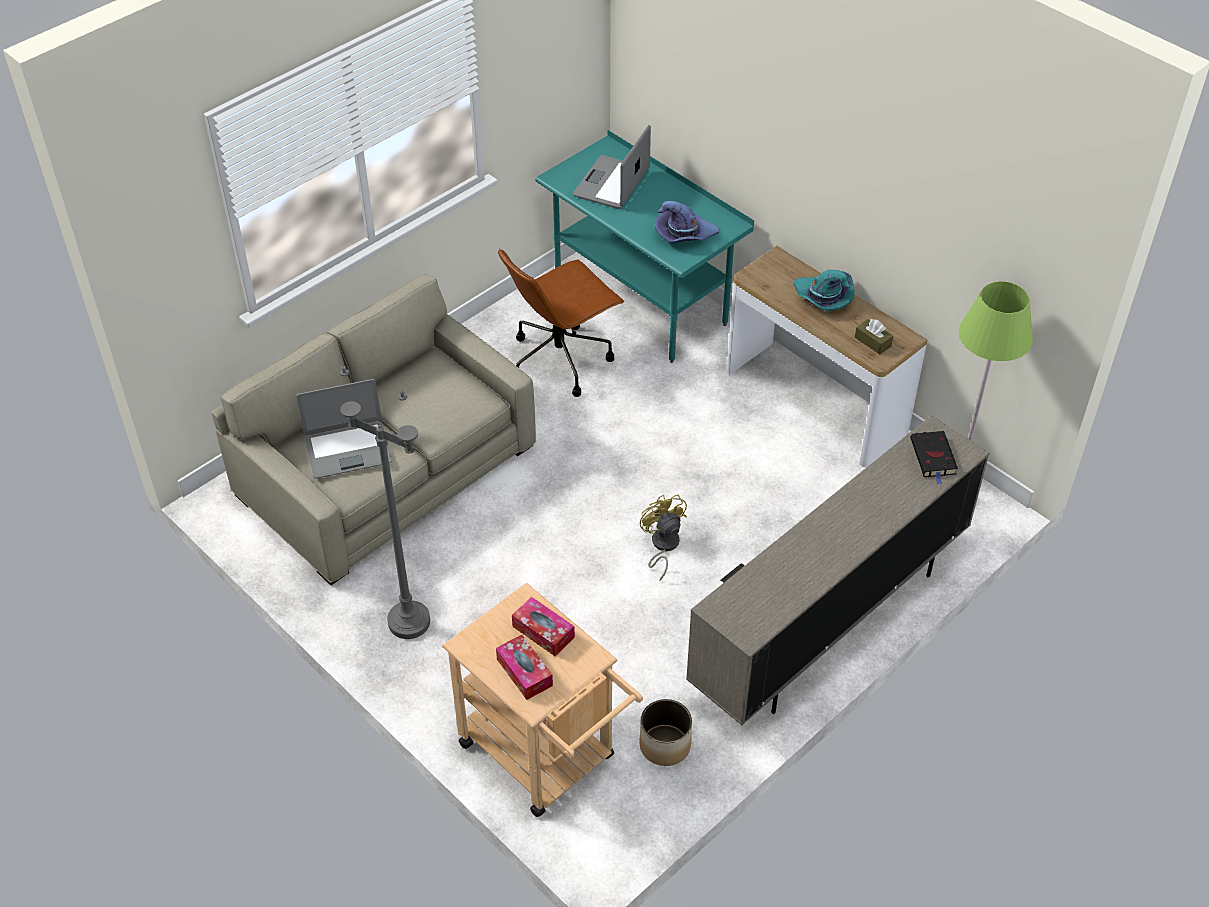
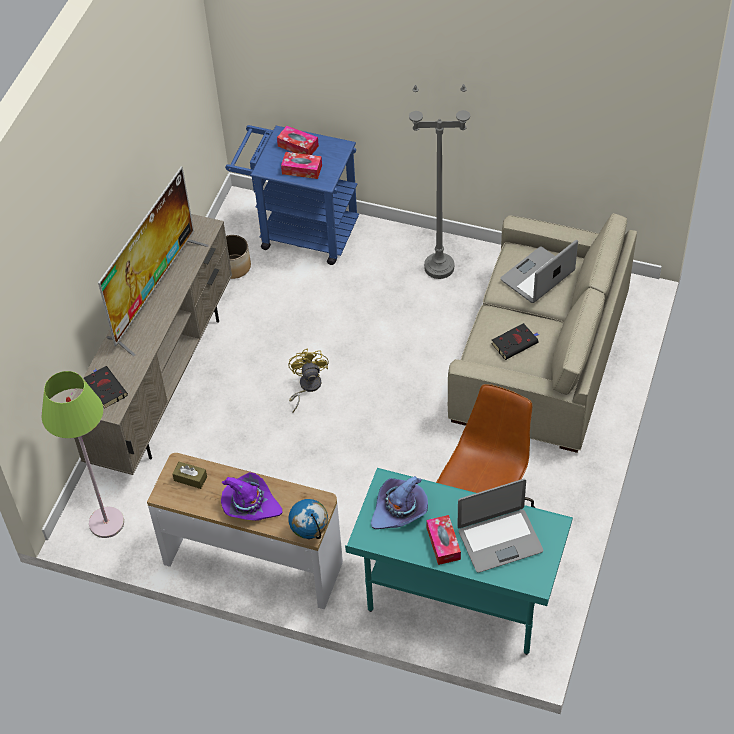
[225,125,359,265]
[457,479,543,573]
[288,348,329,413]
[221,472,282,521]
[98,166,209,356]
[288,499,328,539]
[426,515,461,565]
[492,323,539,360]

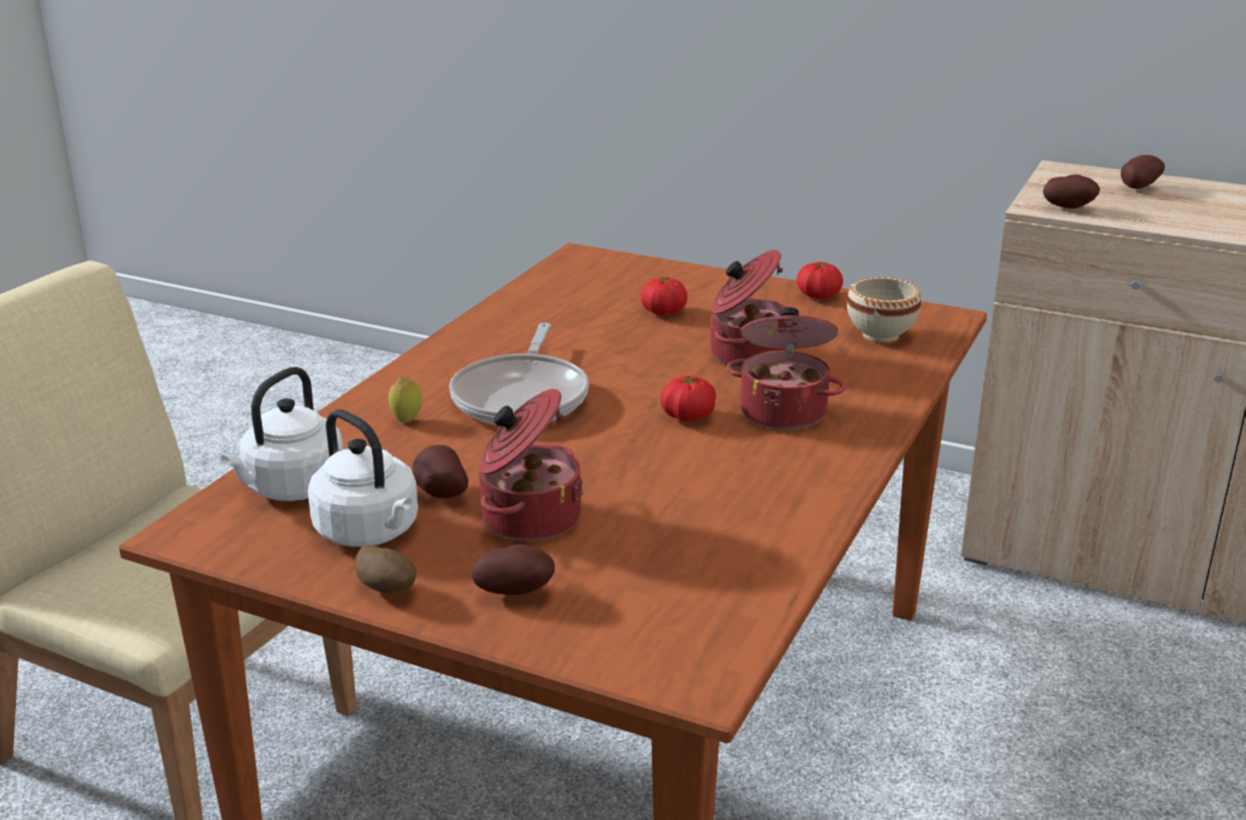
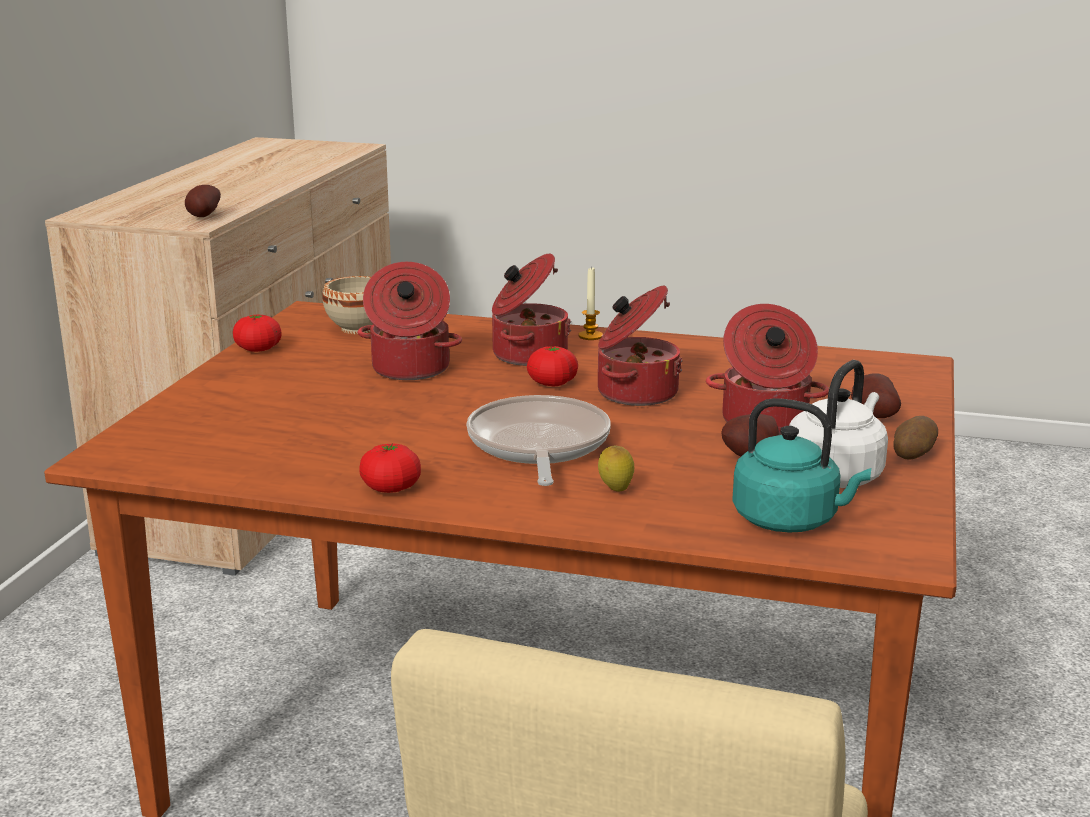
[732,398,871,533]
[467,395,611,486]
[359,443,421,493]
[1121,155,1165,189] (first image)
[578,266,603,340]
[598,286,683,406]

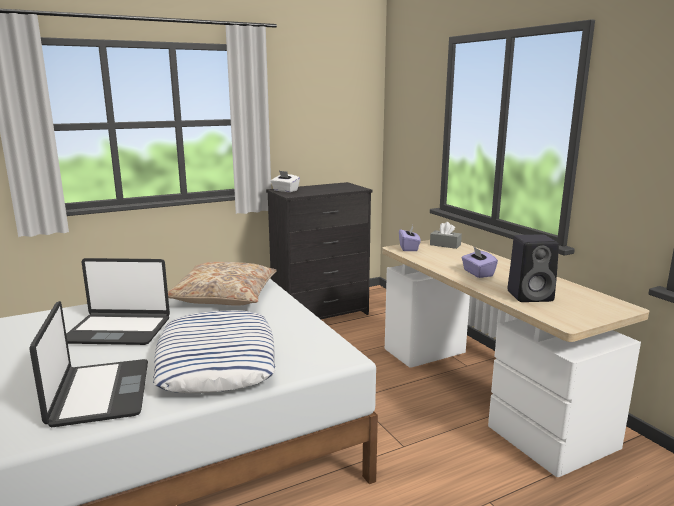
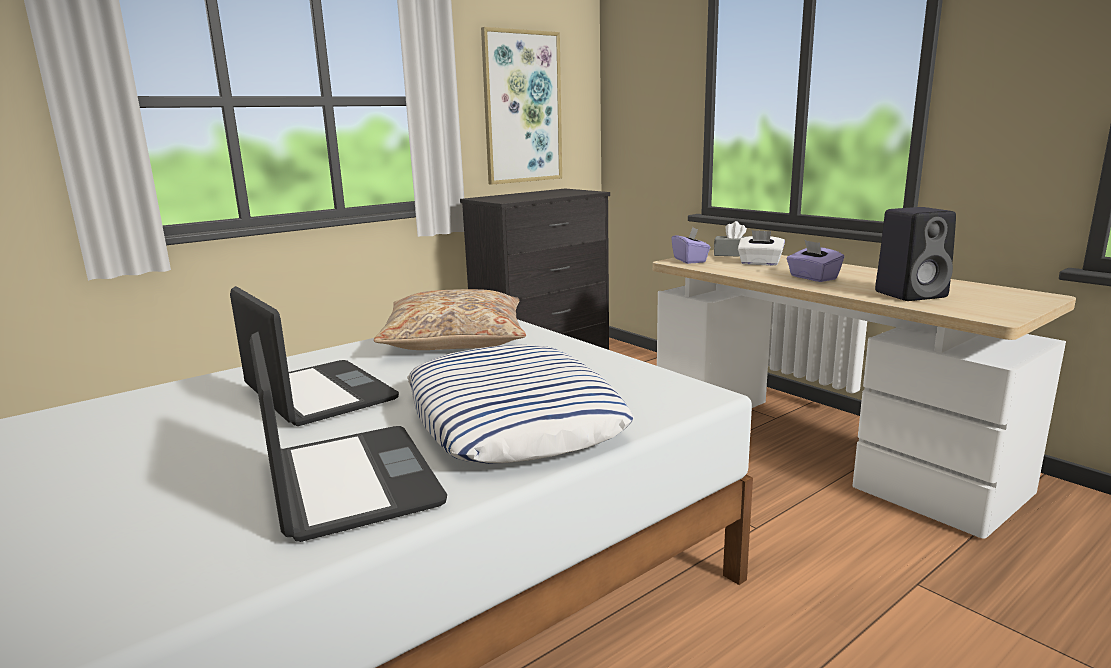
[230,286,399,426]
[738,230,785,266]
[481,27,562,185]

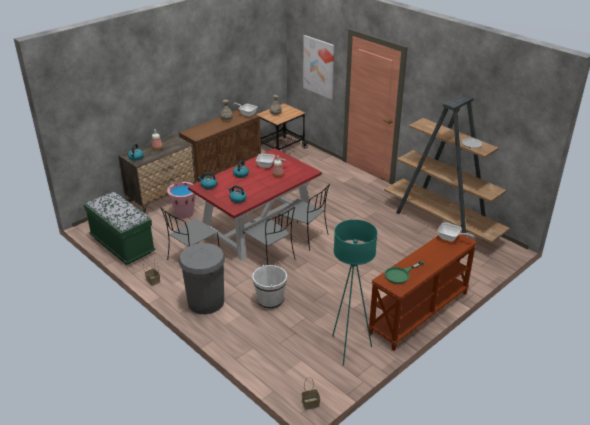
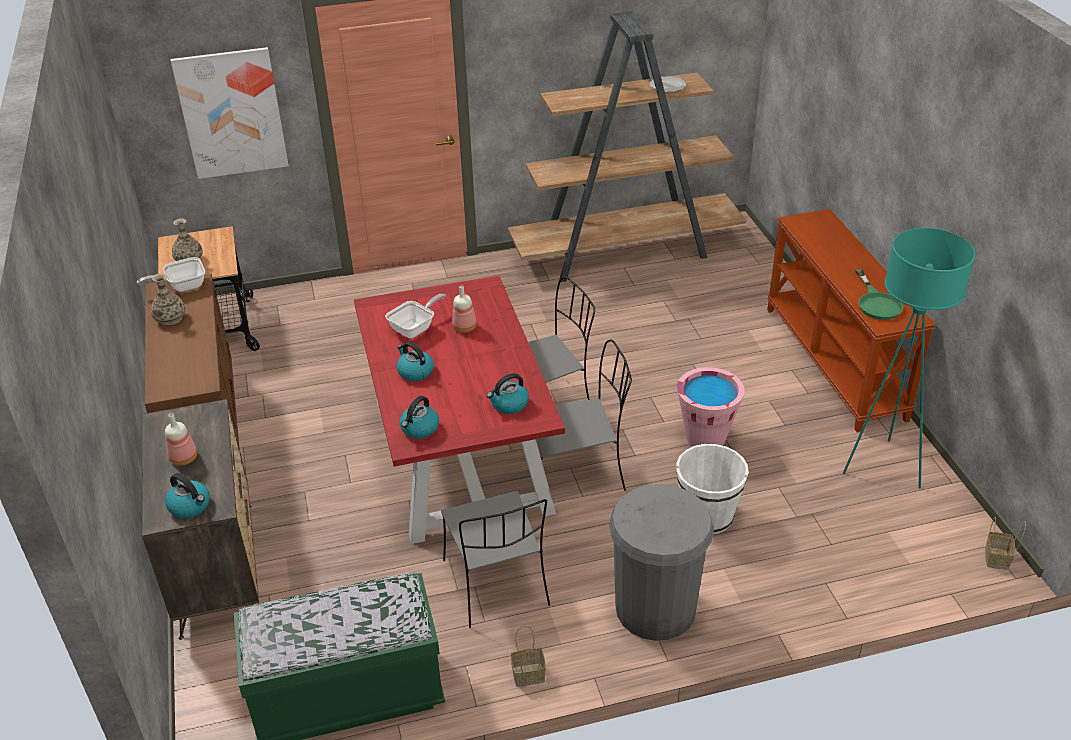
[677,367,745,447]
[437,222,474,242] (first image)

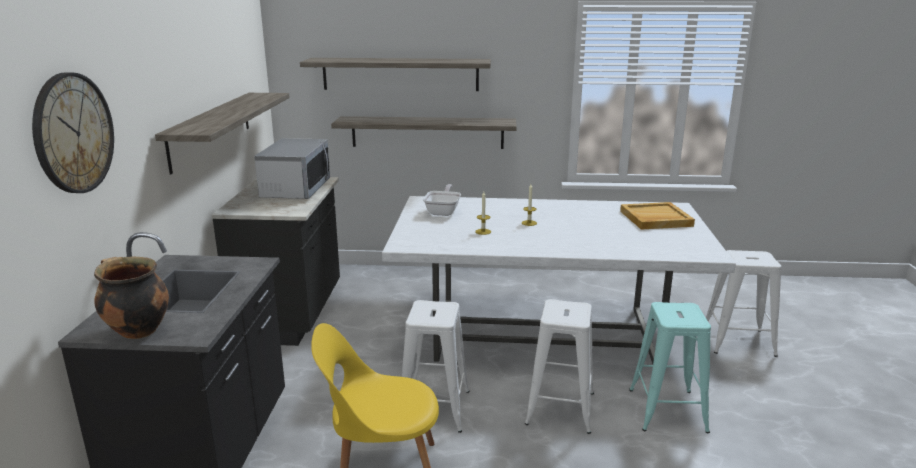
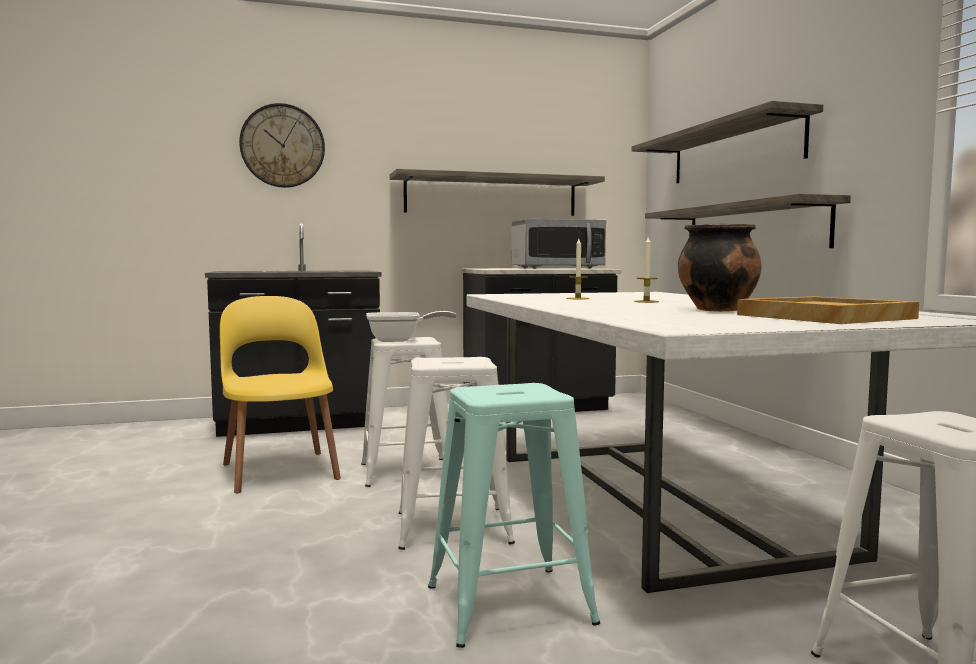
[678,223,762,312]
[366,311,457,342]

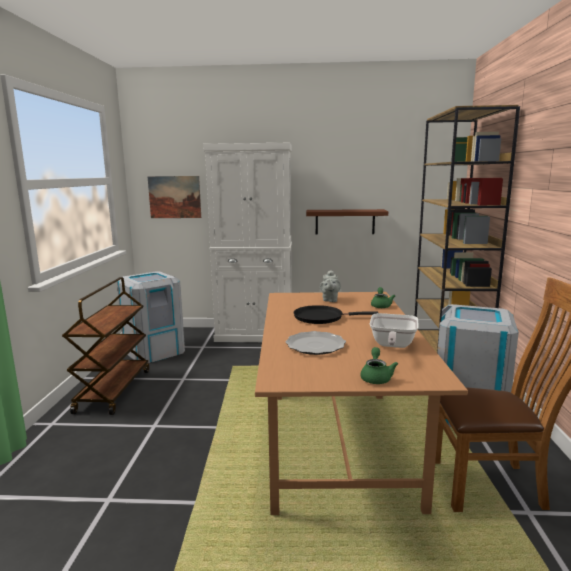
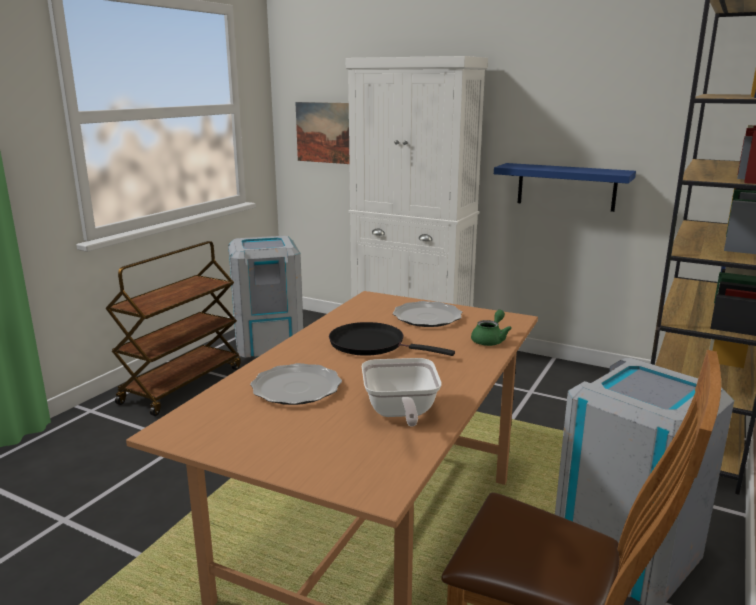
[494,163,636,212]
[393,301,462,327]
[360,347,398,384] (first image)
[362,358,442,427]

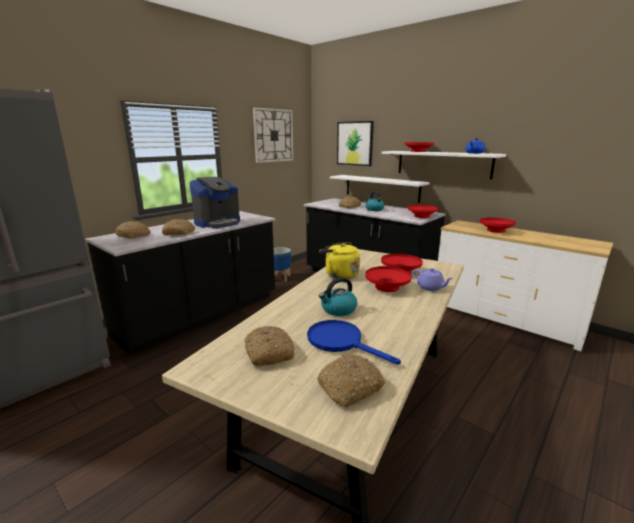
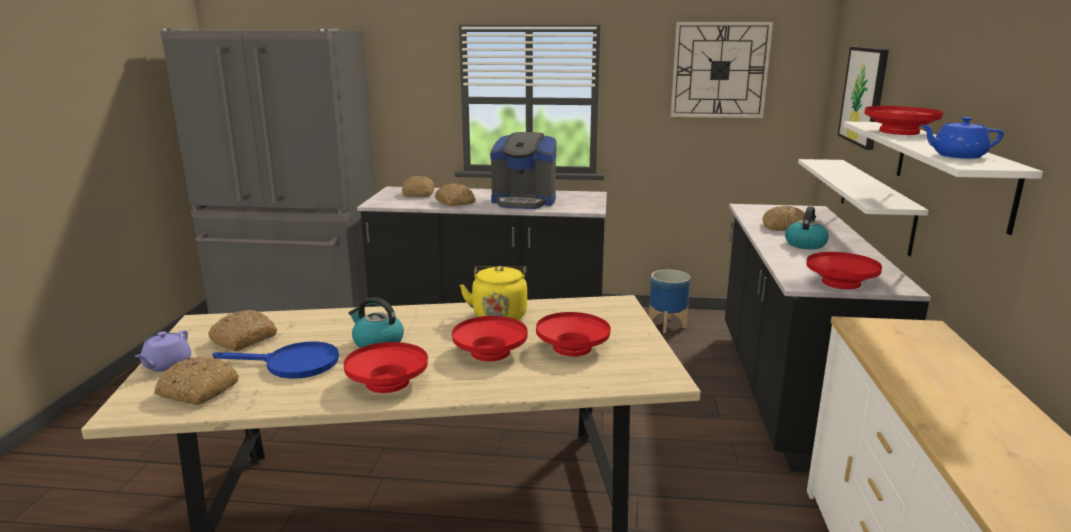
[212,341,339,379]
[135,330,191,372]
[344,342,428,393]

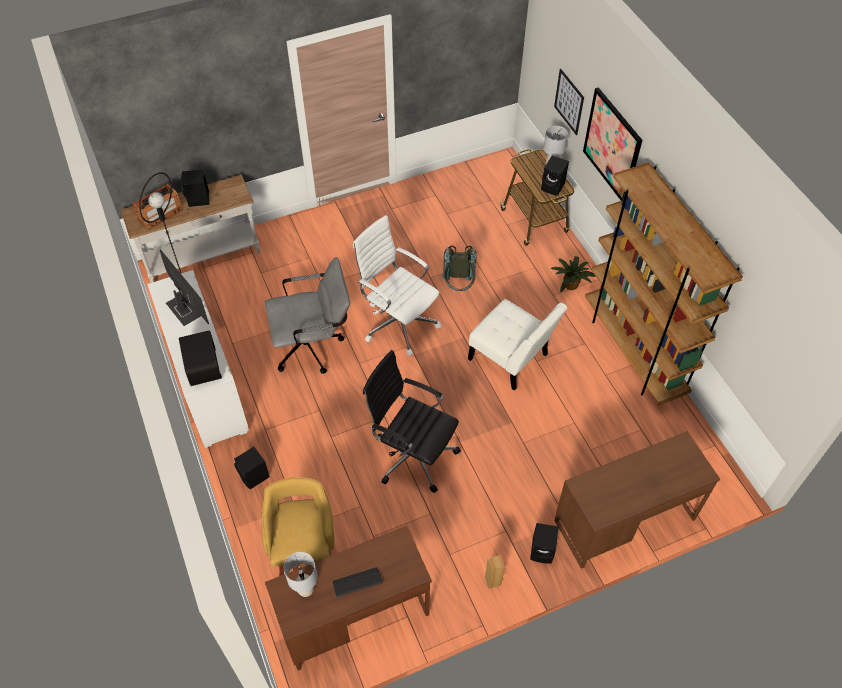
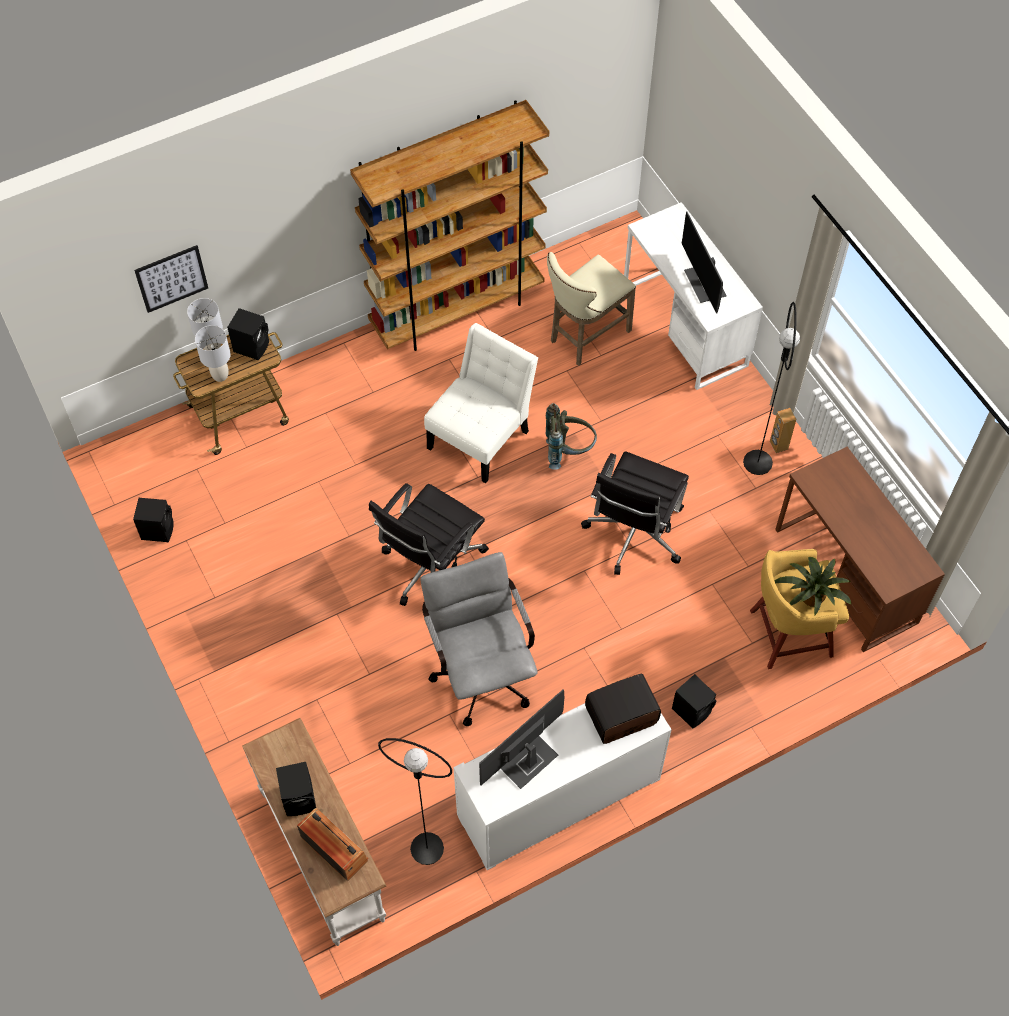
[195,325,231,382]
[333,567,383,597] (first image)
[369,483,489,606]
[546,403,597,470]
[133,498,174,542]
[774,557,852,616]
[624,202,763,390]
[583,87,642,201] (first image)
[547,252,636,366]
[681,211,727,314]
[743,302,800,475]

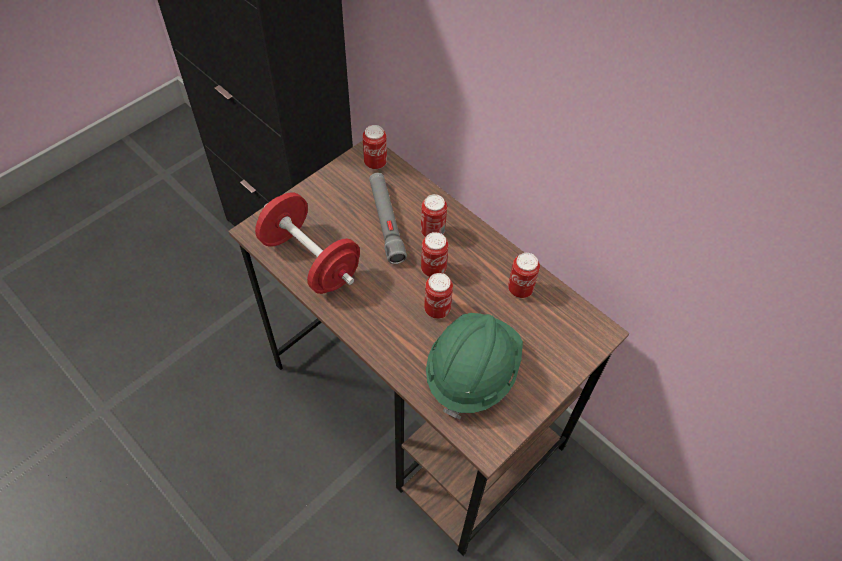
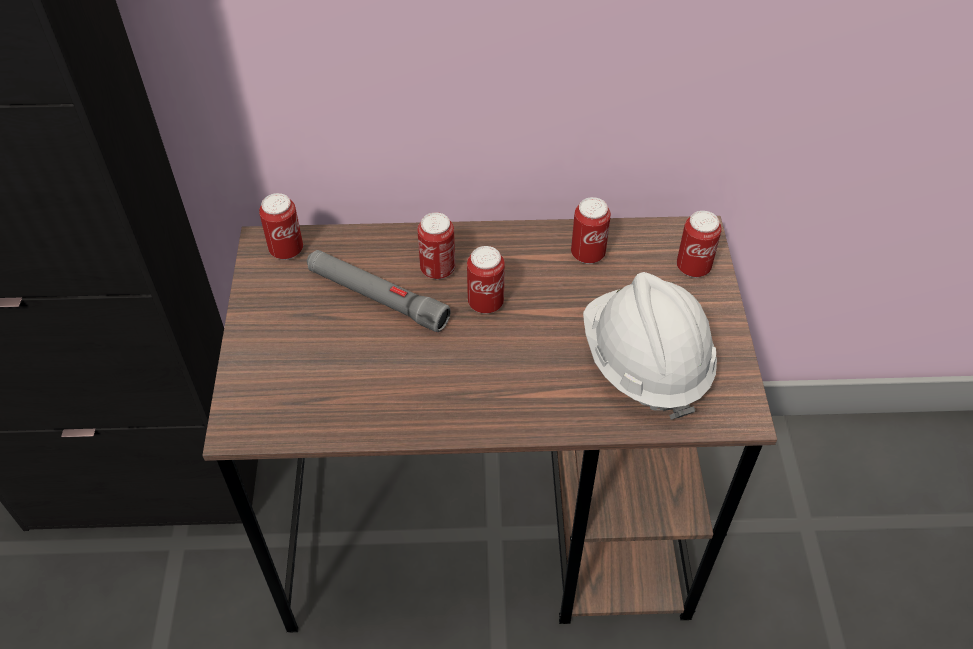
[255,193,360,294] (first image)
[677,211,722,278]
[583,272,717,420]

